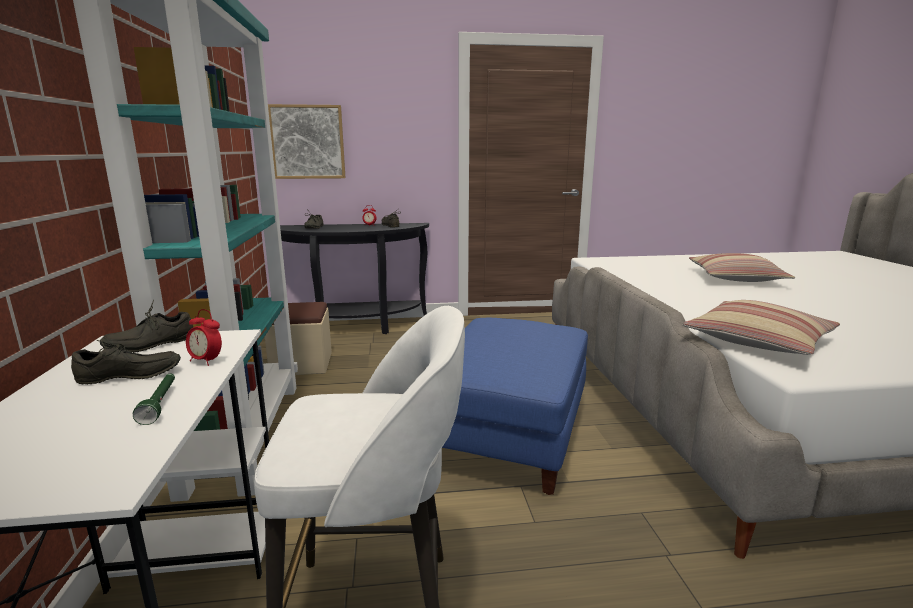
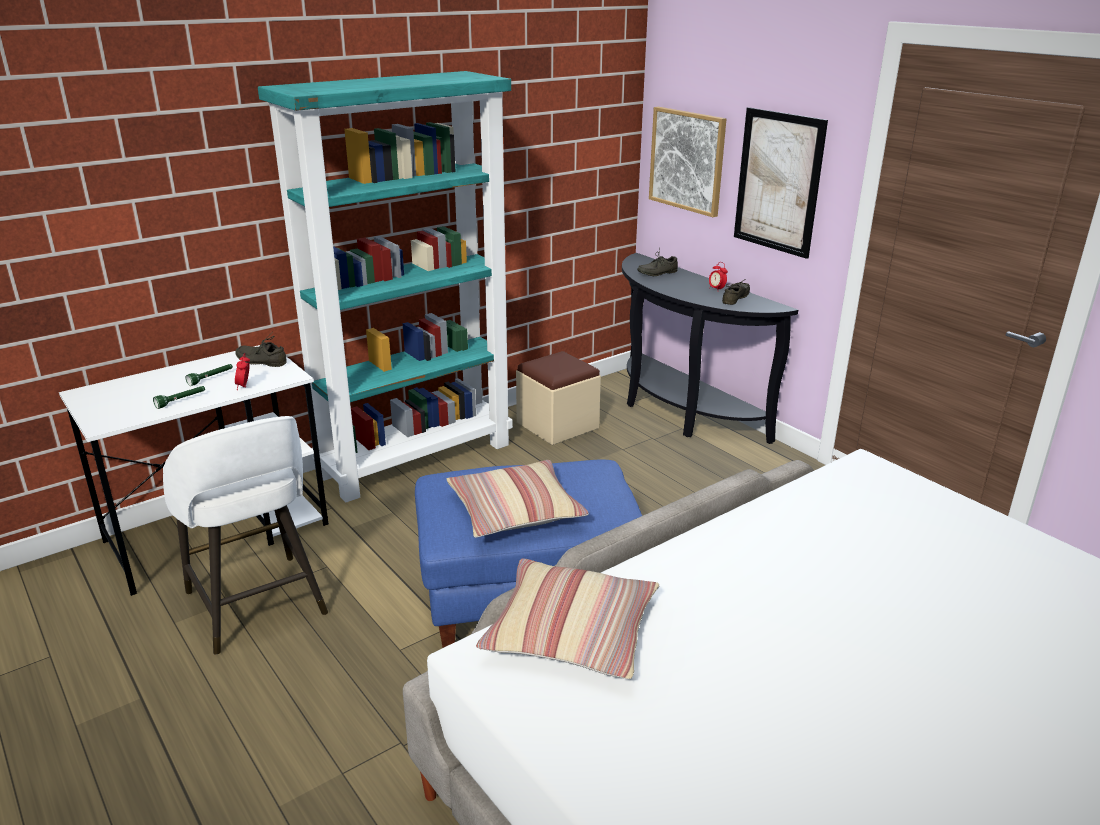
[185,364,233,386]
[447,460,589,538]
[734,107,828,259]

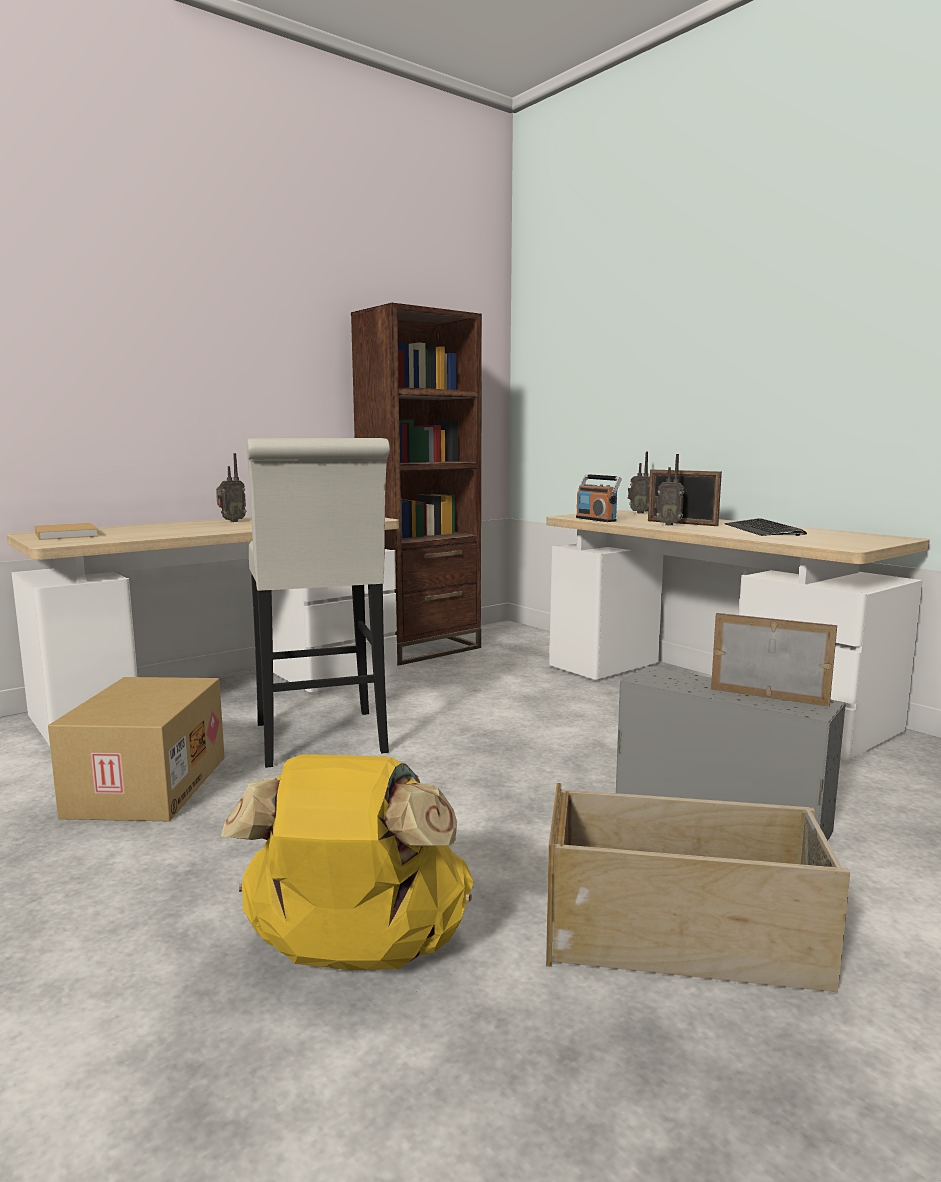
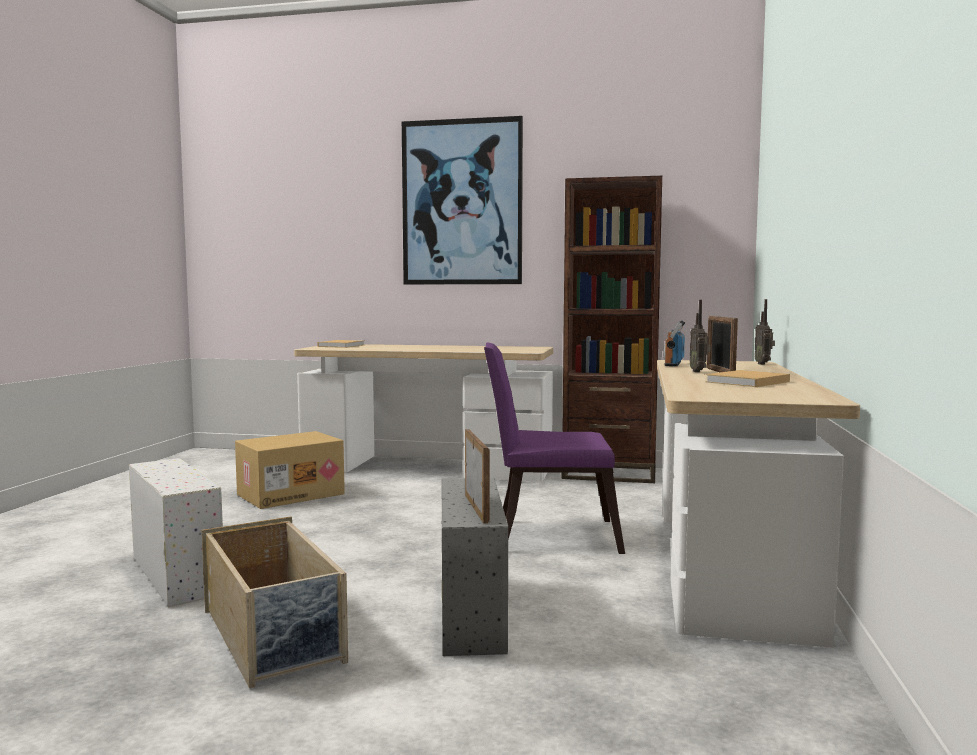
[216,453,246,522] (first image)
[129,458,223,607]
[246,438,390,768] (first image)
[705,370,790,387]
[402,116,523,284]
[484,343,625,554]

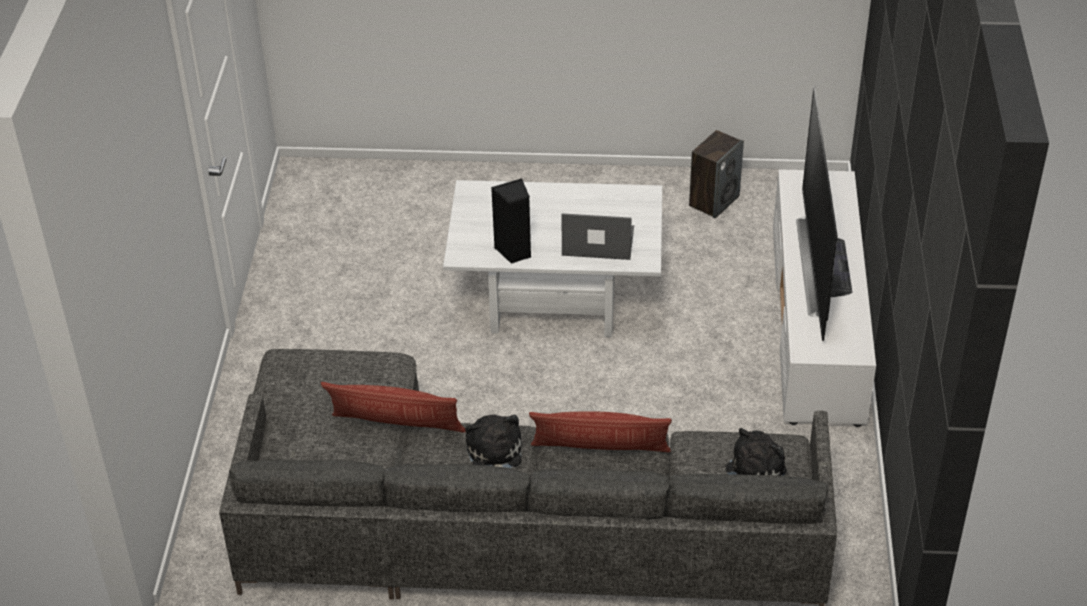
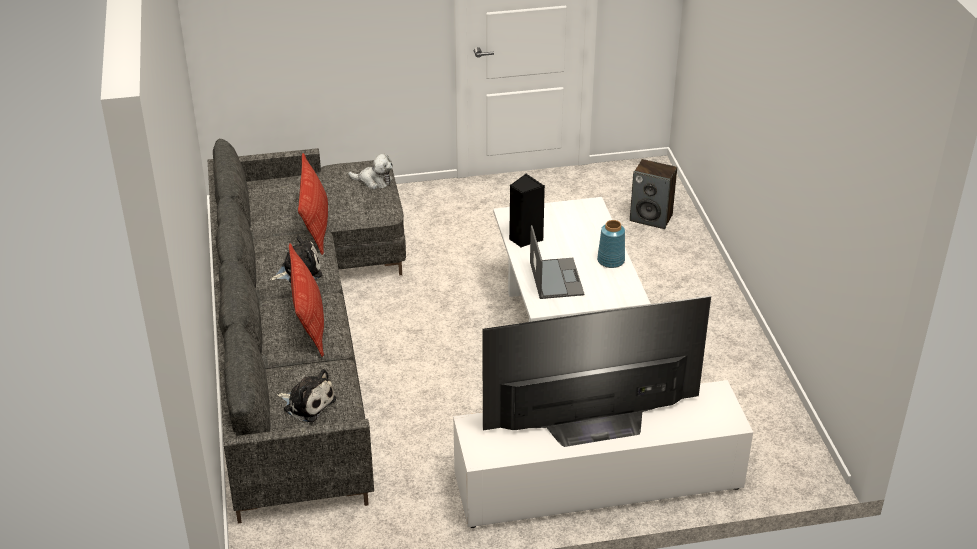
[630,159,677,229]
[348,154,393,189]
[597,220,625,268]

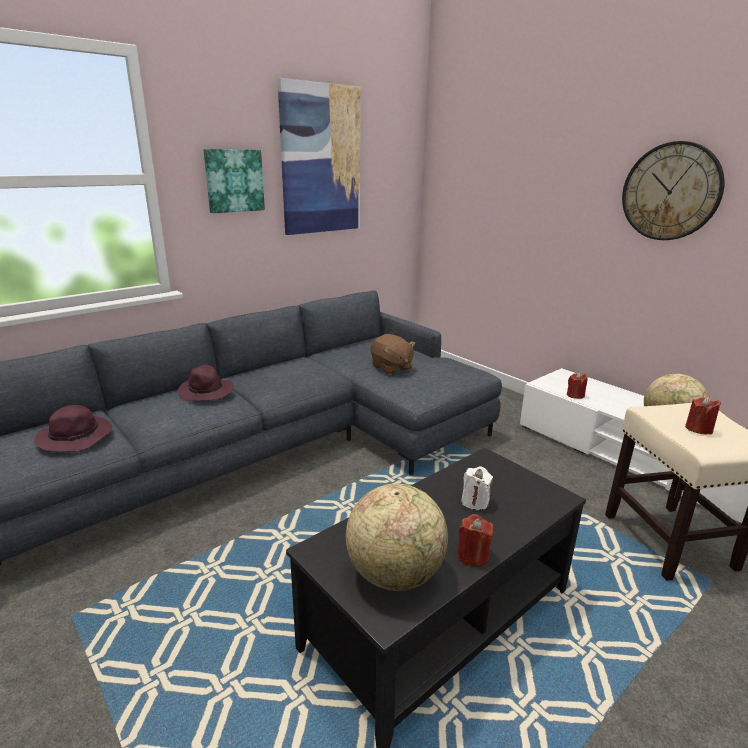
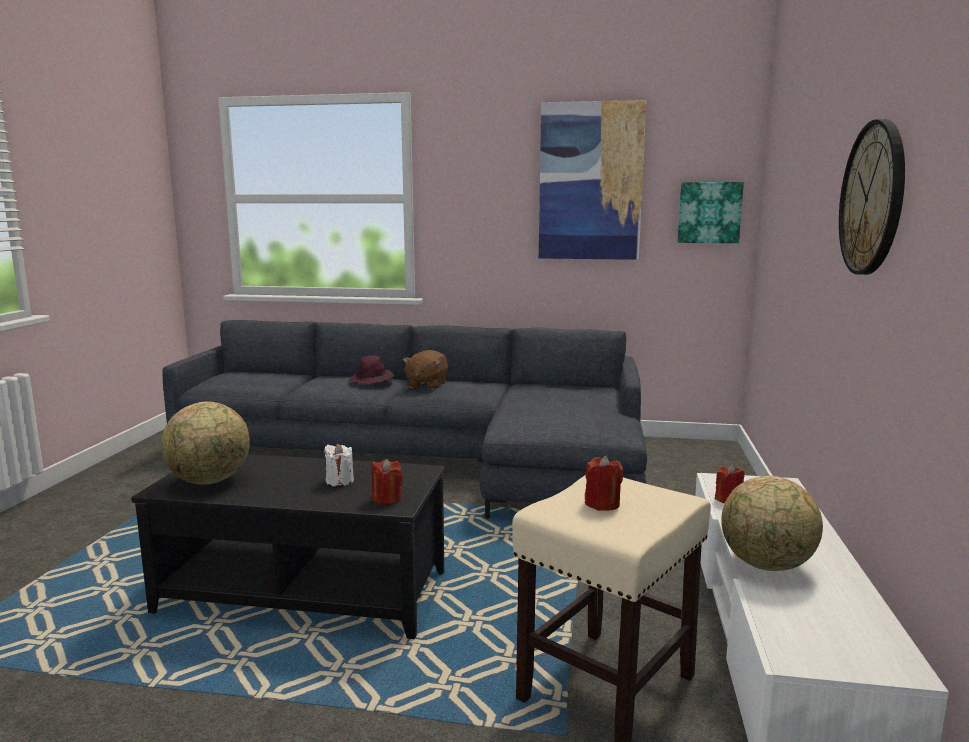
[34,405,112,452] (first image)
[677,182,744,243]
[402,350,448,390]
[371,459,403,505]

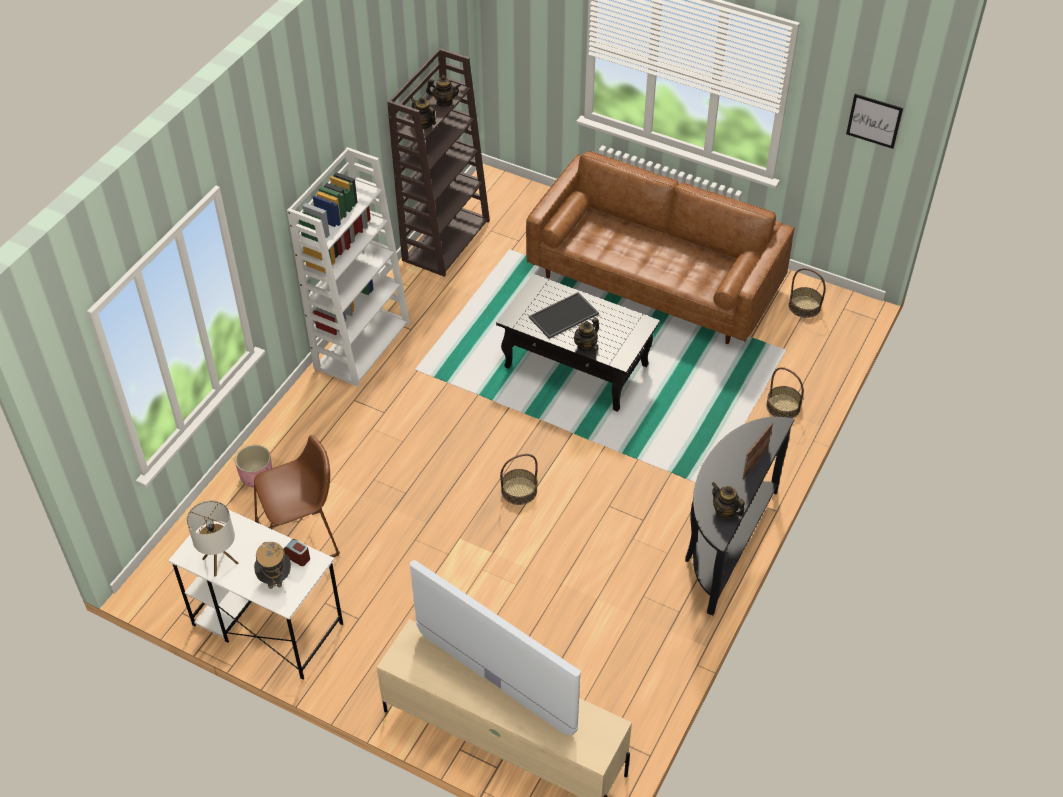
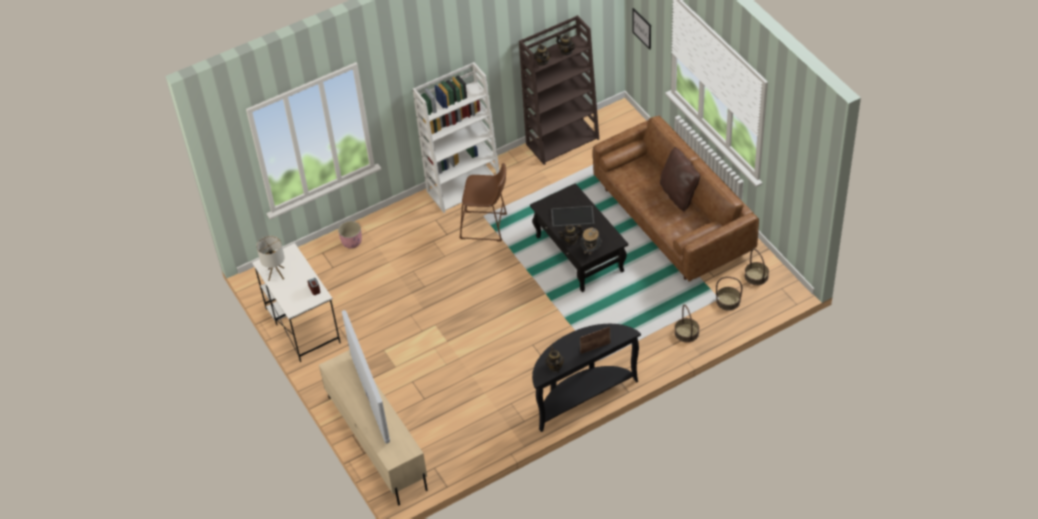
[459,163,507,242]
[580,228,602,255]
[716,277,742,311]
[632,8,651,50]
[660,147,700,212]

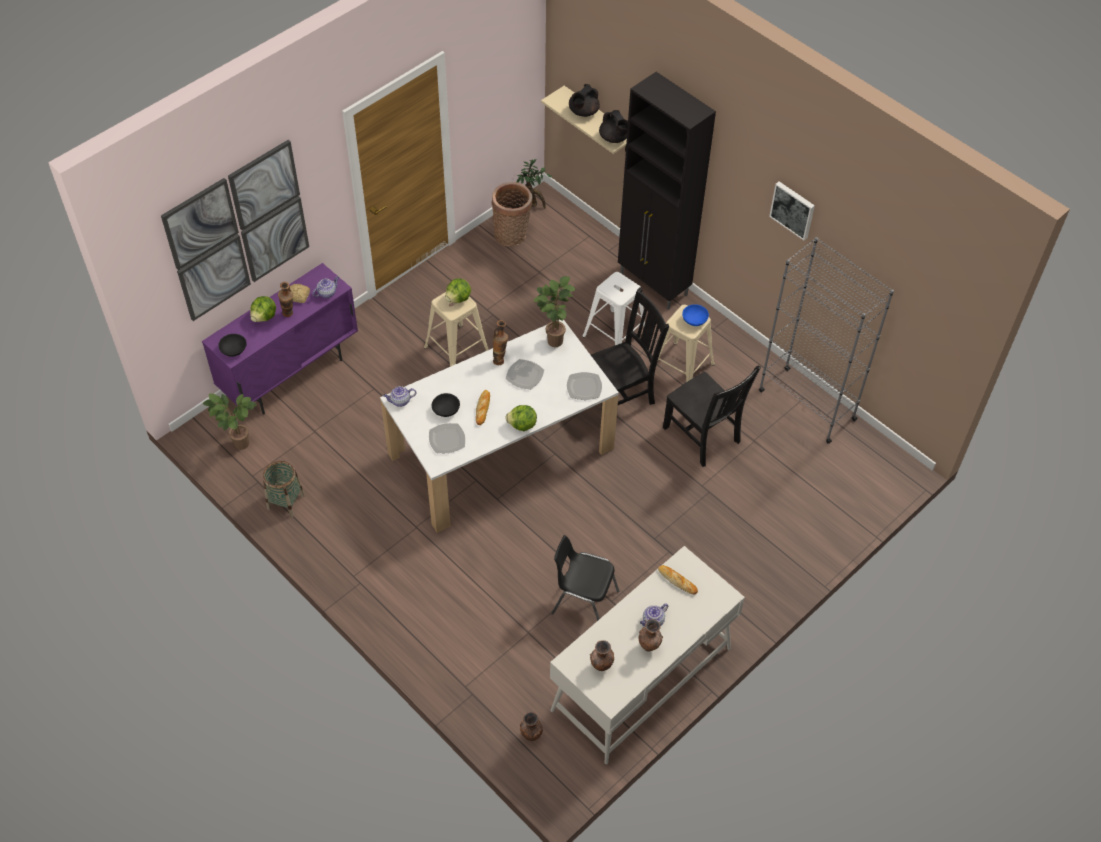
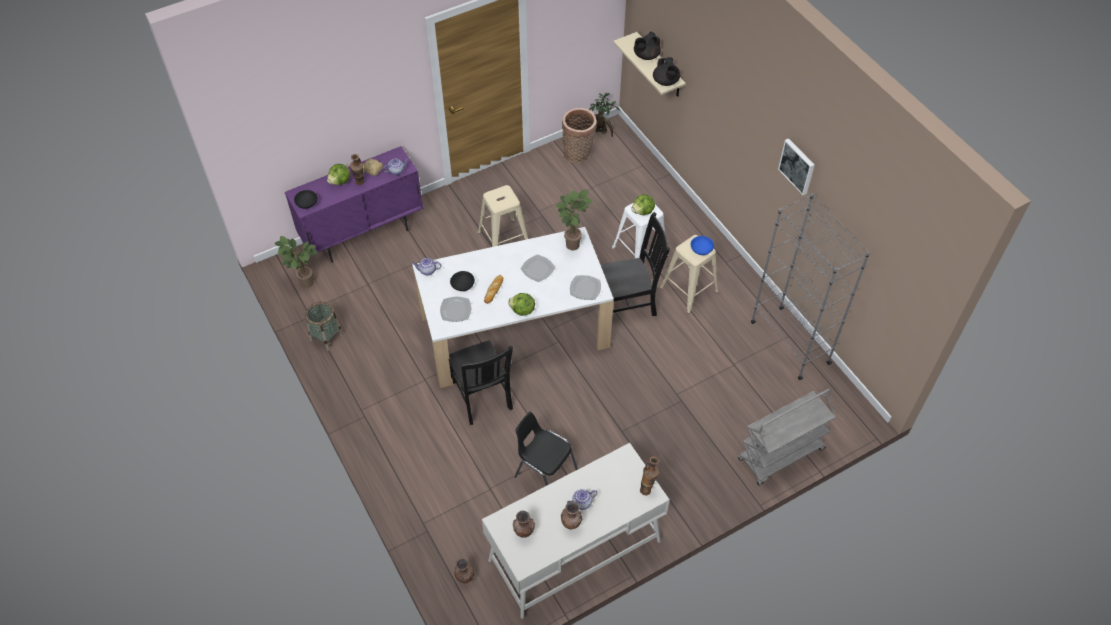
[161,140,309,321] (first image)
[631,194,655,215]
[640,456,659,495]
[618,72,716,310] (first image)
[658,565,698,595] (first image)
[448,340,513,425]
[738,389,836,486]

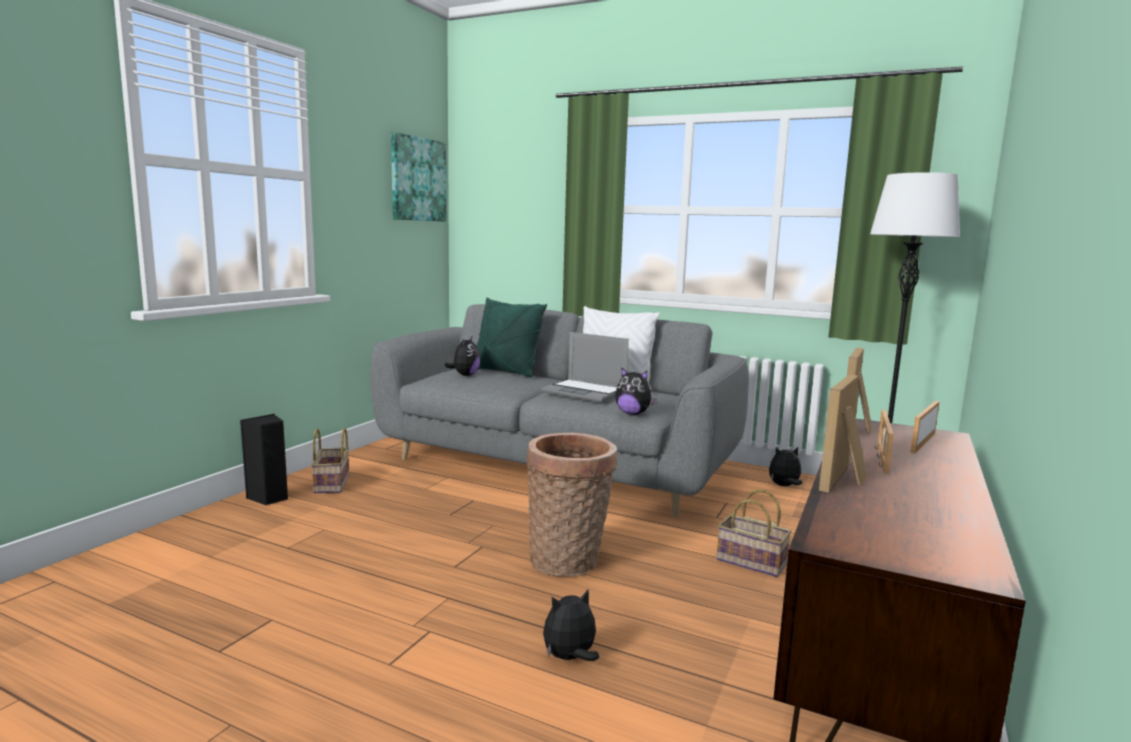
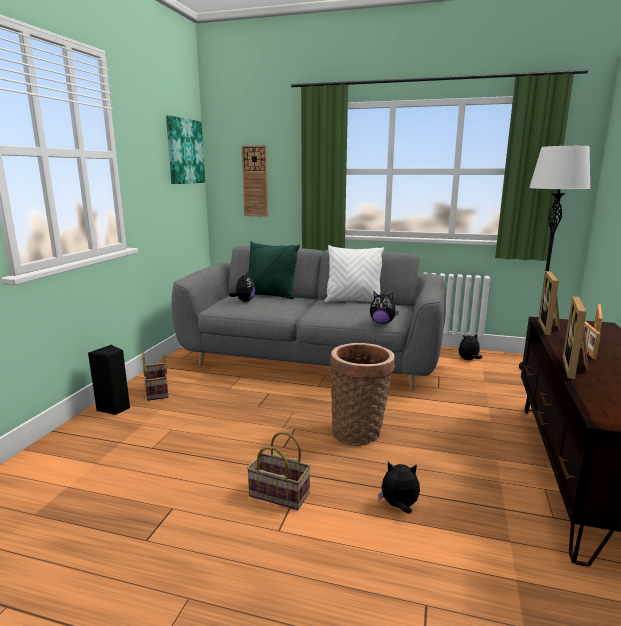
[542,332,629,402] (first image)
[378,462,420,514]
[247,432,311,510]
[242,145,268,217]

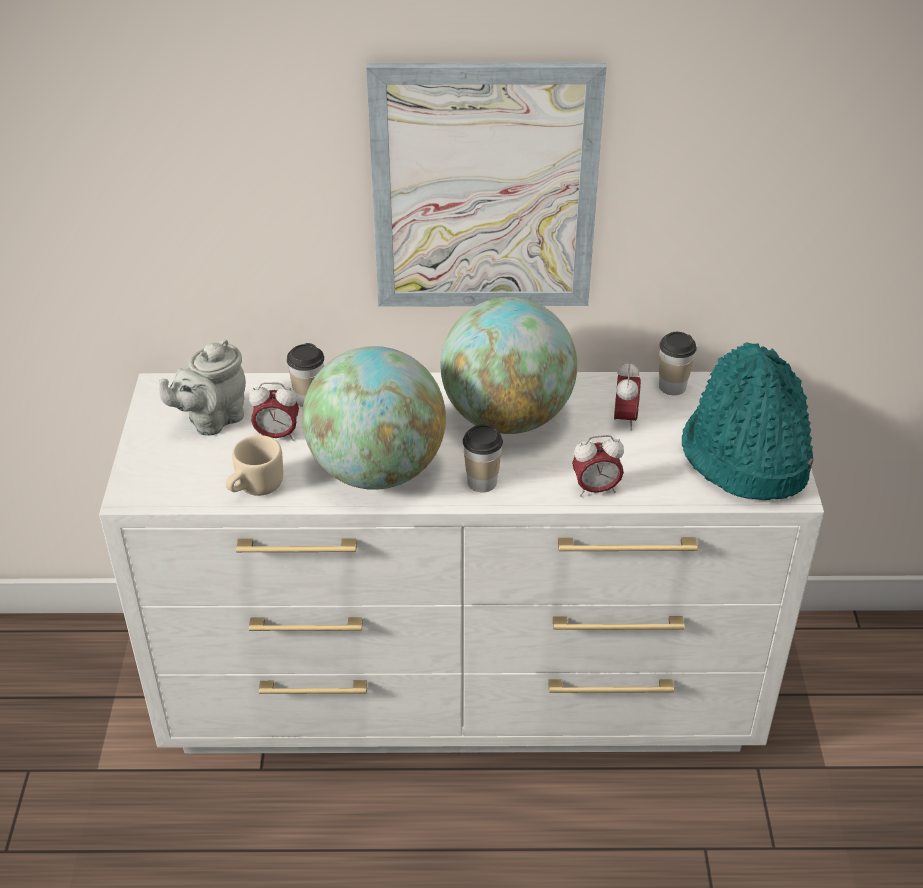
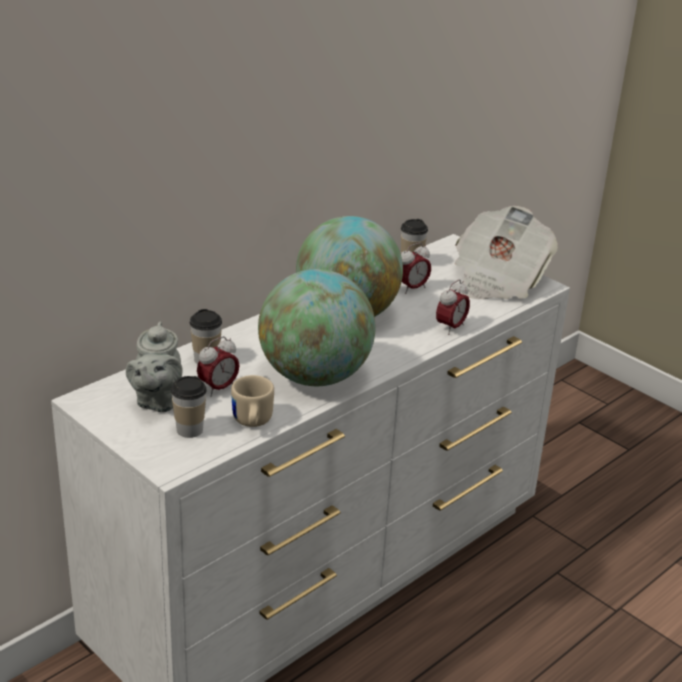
[366,62,606,307] (first image)
[171,376,207,438]
[401,243,431,294]
[455,206,558,299]

